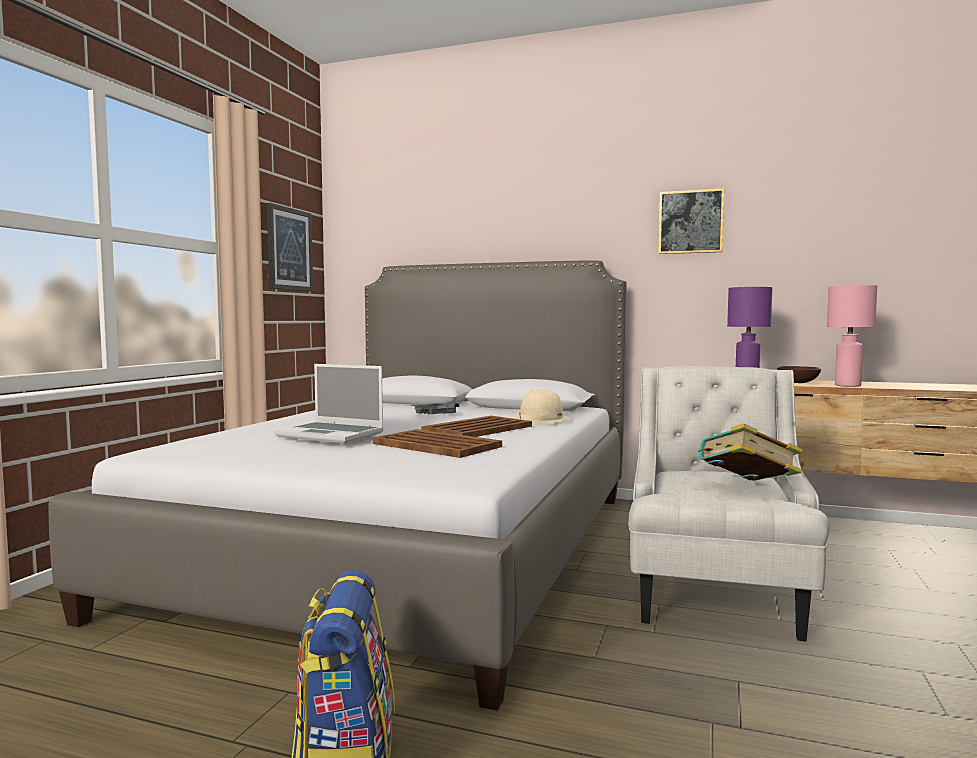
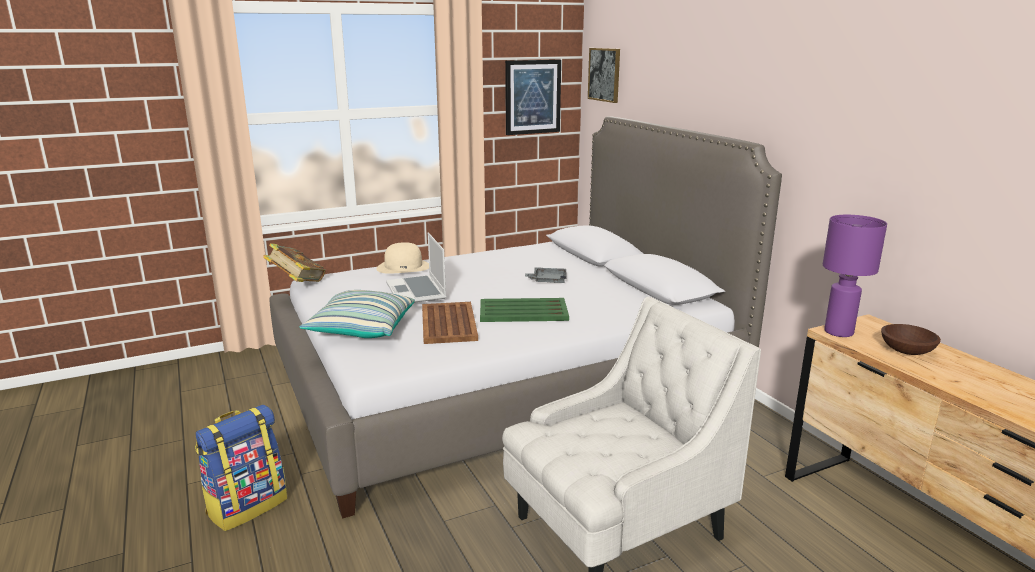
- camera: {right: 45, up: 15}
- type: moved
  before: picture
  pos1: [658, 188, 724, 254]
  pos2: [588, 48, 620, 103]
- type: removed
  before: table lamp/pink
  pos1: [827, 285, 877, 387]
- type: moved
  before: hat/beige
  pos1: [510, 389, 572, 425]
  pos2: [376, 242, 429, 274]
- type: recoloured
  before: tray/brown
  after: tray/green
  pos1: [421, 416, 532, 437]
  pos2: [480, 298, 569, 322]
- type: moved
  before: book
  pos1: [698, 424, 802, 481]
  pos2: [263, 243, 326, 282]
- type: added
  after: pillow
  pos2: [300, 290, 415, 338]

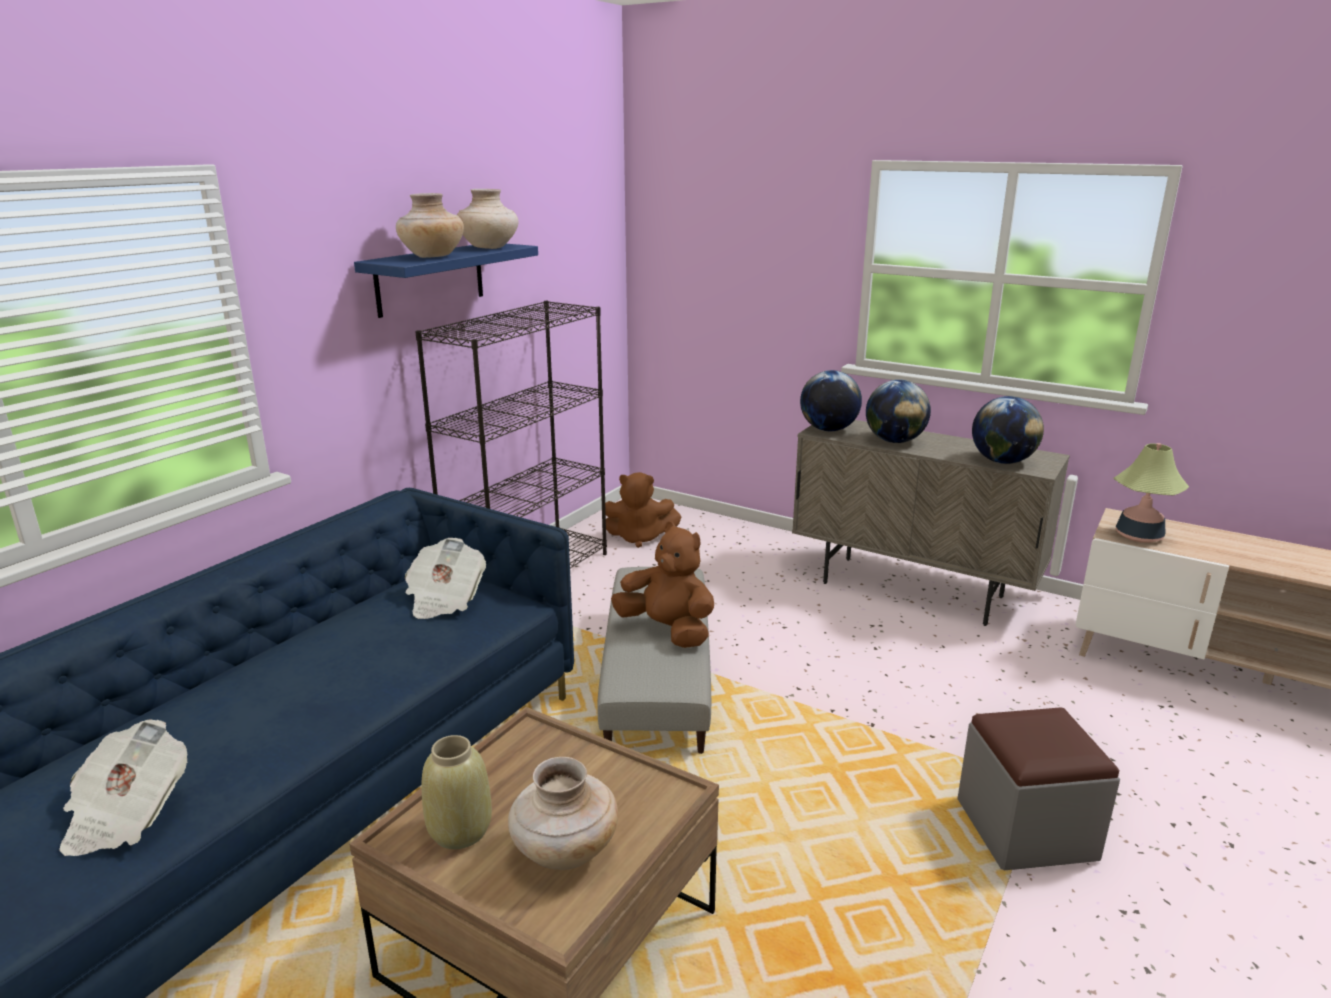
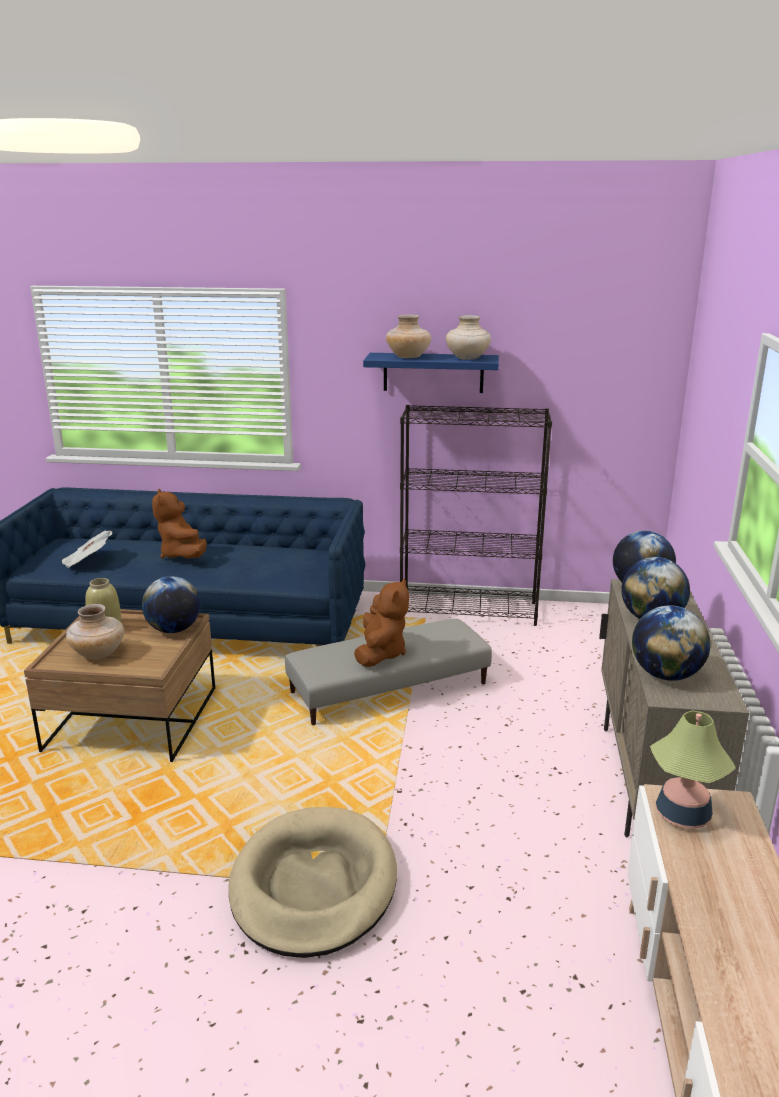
- camera: {right: 65, up: 0}
- type: moved
  before: plush toy/brown
  pos1: [601, 472, 681, 548]
  pos2: [152, 489, 207, 559]
- type: removed
  before: newspaper
  pos1: [405, 538, 486, 619]
- type: replaced
  before: ottoman/grey
  after: dog bed/beige
  pos1: [957, 707, 1120, 870]
  pos2: [229, 807, 397, 958]
- type: added
  after: globe
  pos2: [142, 576, 201, 633]

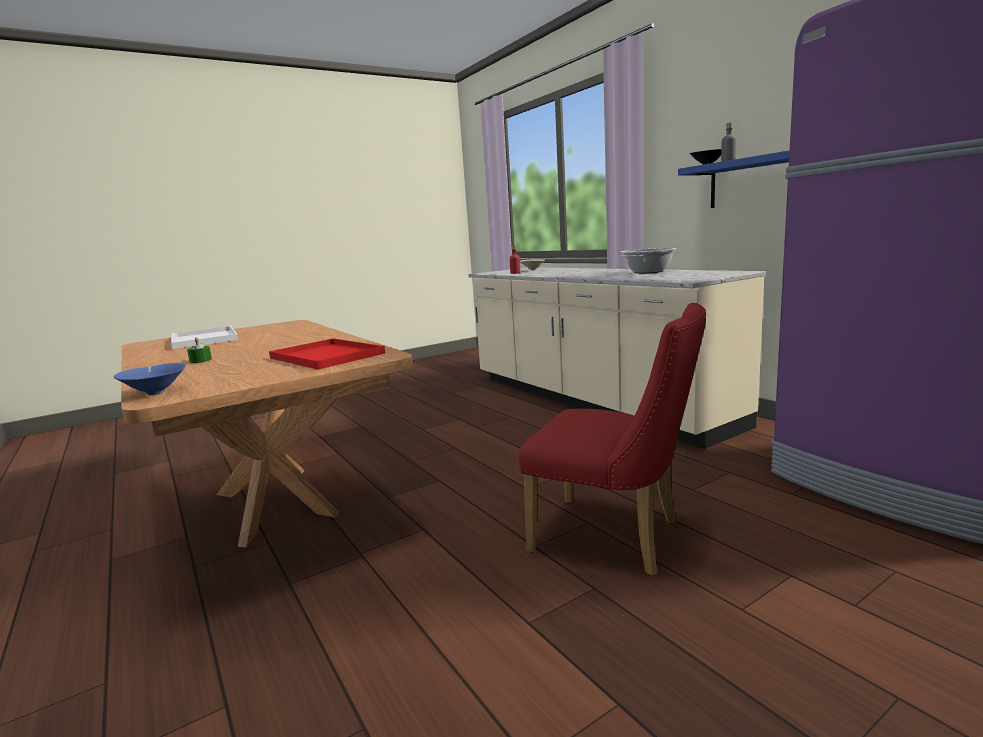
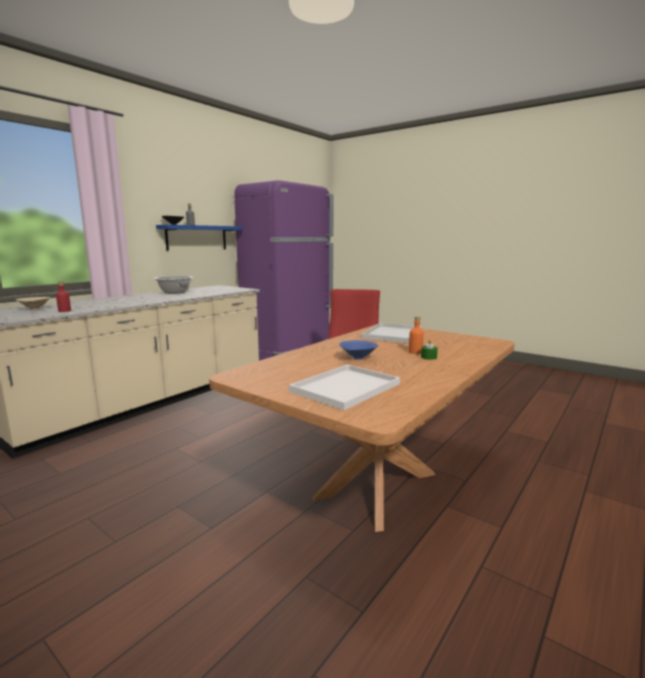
- camera: {right: -110, up: 0}
- type: recoloured
  before: tray/red
  after: tray/white
  pos1: [269, 338, 385, 370]
  pos2: [362, 323, 421, 343]
- type: moved
  before: bowl/blue
  pos1: [114, 363, 186, 395]
  pos2: [339, 340, 378, 360]
- type: added
  after: bottle/orange
  pos2: [409, 316, 424, 354]

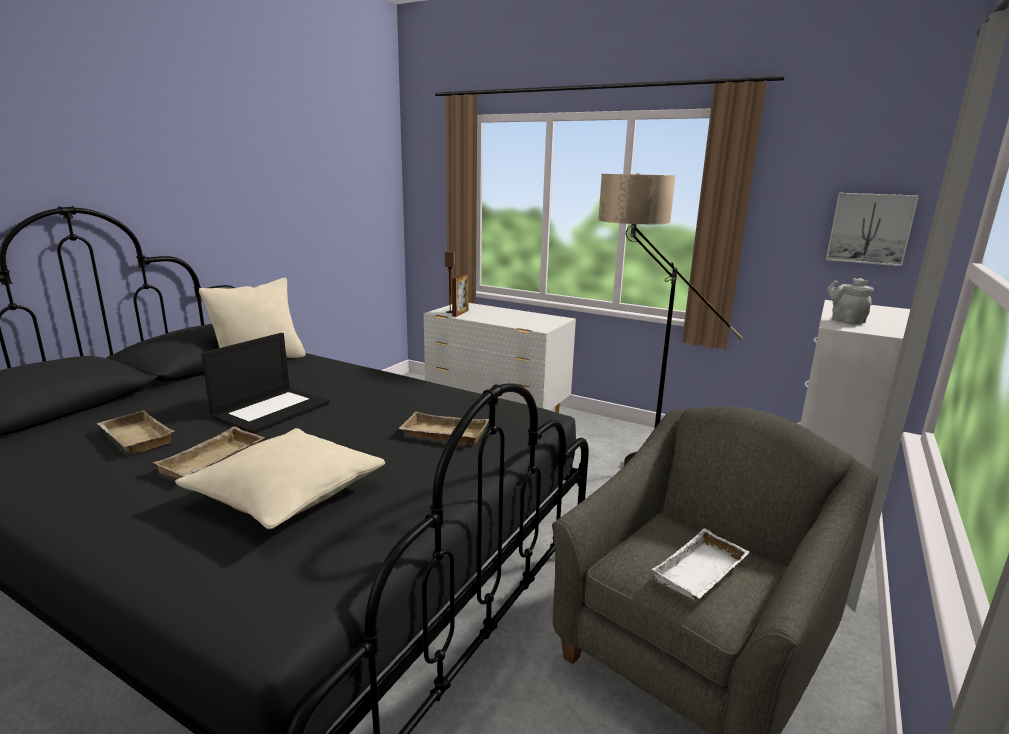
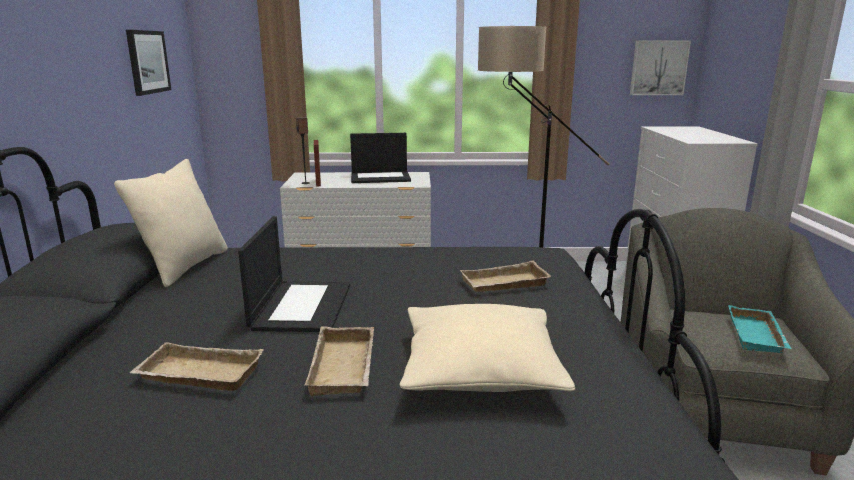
- camera: {right: -30, up: 0}
- type: removed
  before: teapot/grey
  pos1: [827, 278, 874, 324]
- type: recoloured
  before: tray/white
  after: tray/turquoise
  pos1: [652, 528, 750, 600]
  pos2: [728, 305, 791, 353]
- type: added
  after: picture
  pos2: [126, 30, 172, 96]
- type: added
  after: laptop
  pos2: [350, 133, 411, 183]

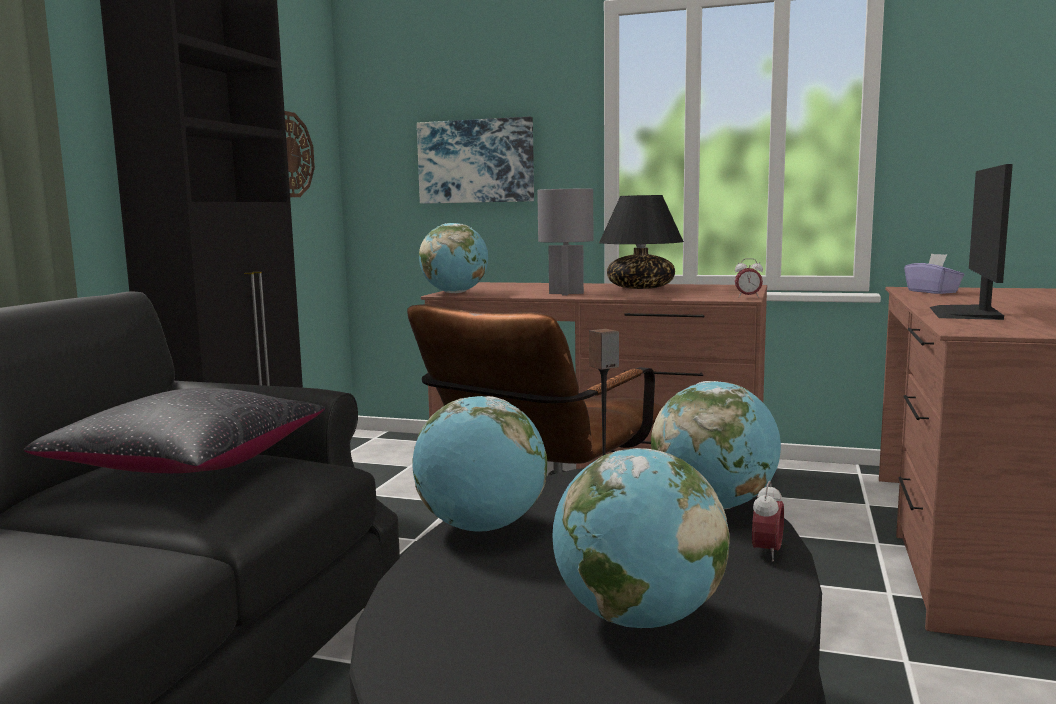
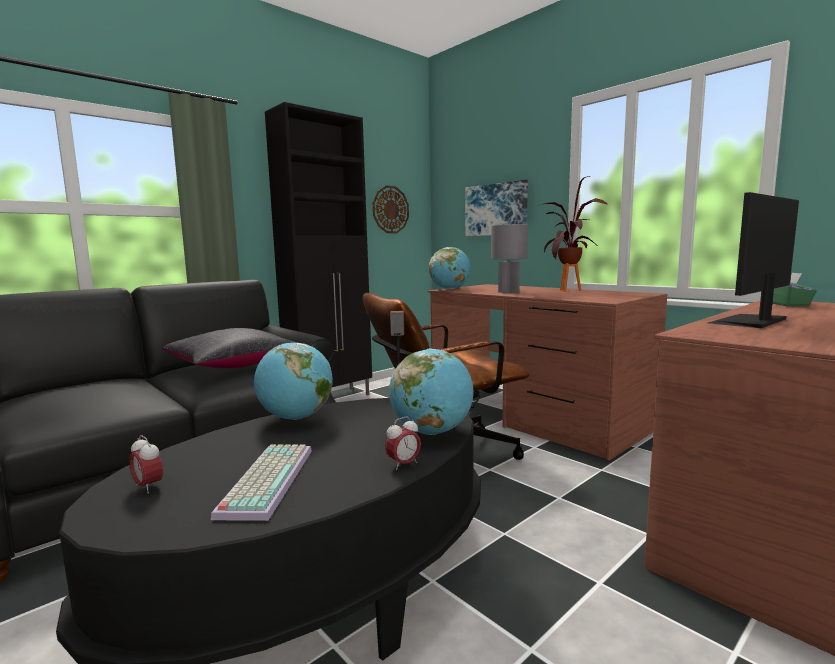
- camera: {right: 30, up: 0}
- type: replaced
  before: table lamp/black
  after: potted plant
  pos1: [599, 195, 684, 289]
  pos2: [539, 176, 608, 292]
- type: recoloured
  before: tissue box/purple
  after: tissue box/green
  pos1: [904, 254, 964, 294]
  pos2: [772, 273, 817, 306]
- type: moved
  before: alarm clock
  pos1: [735, 258, 763, 298]
  pos2: [129, 435, 163, 493]
- type: replaced
  before: globe
  after: keyboard
  pos1: [552, 448, 729, 628]
  pos2: [211, 444, 312, 521]

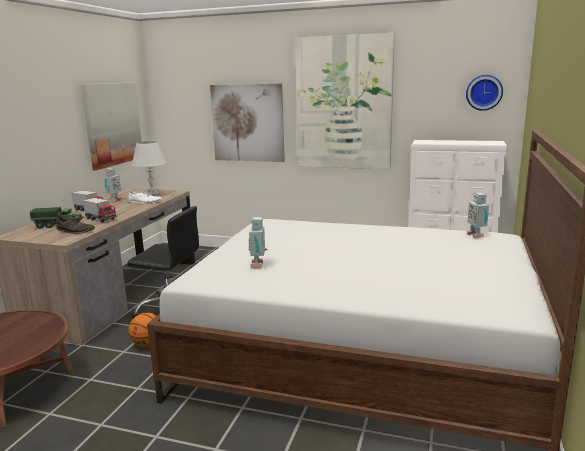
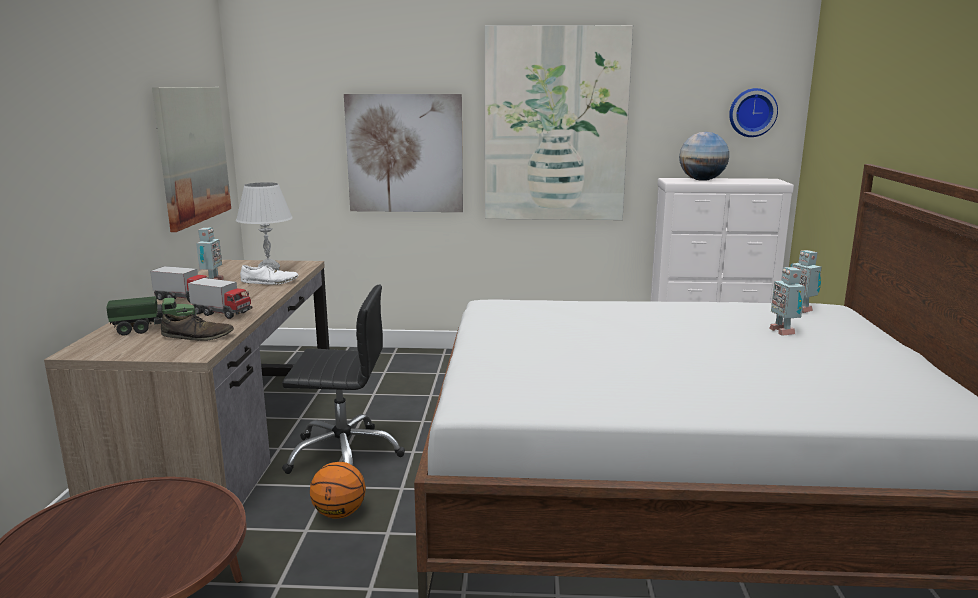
- camera: {right: -15, up: 0}
- type: moved
  before: toy robot
  pos1: [248, 217, 267, 268]
  pos2: [769, 267, 805, 336]
- type: added
  after: globe
  pos2: [679, 132, 729, 181]

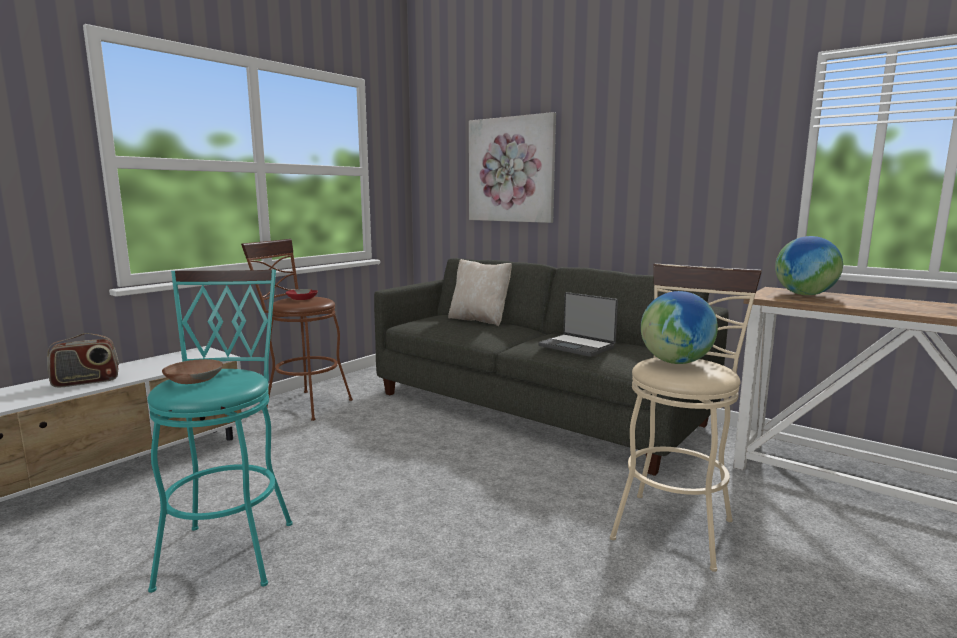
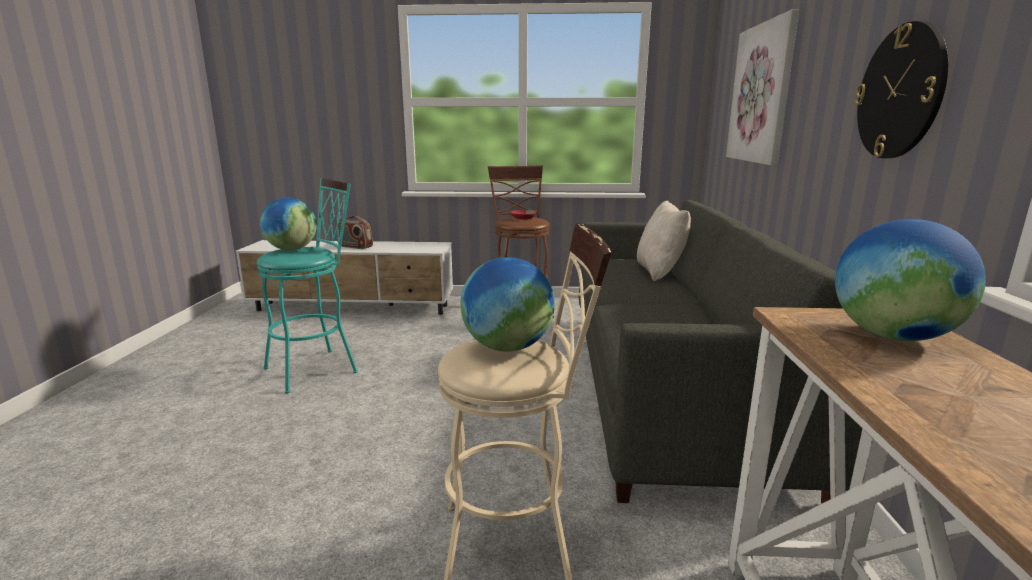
- camera: {right: 55, up: 5}
- type: removed
  before: laptop
  pos1: [538, 292, 618, 357]
- type: replaced
  before: bowl/brown
  after: globe
  pos1: [162, 359, 223, 384]
  pos2: [260, 198, 317, 250]
- type: added
  after: wall clock
  pos2: [855, 21, 948, 158]

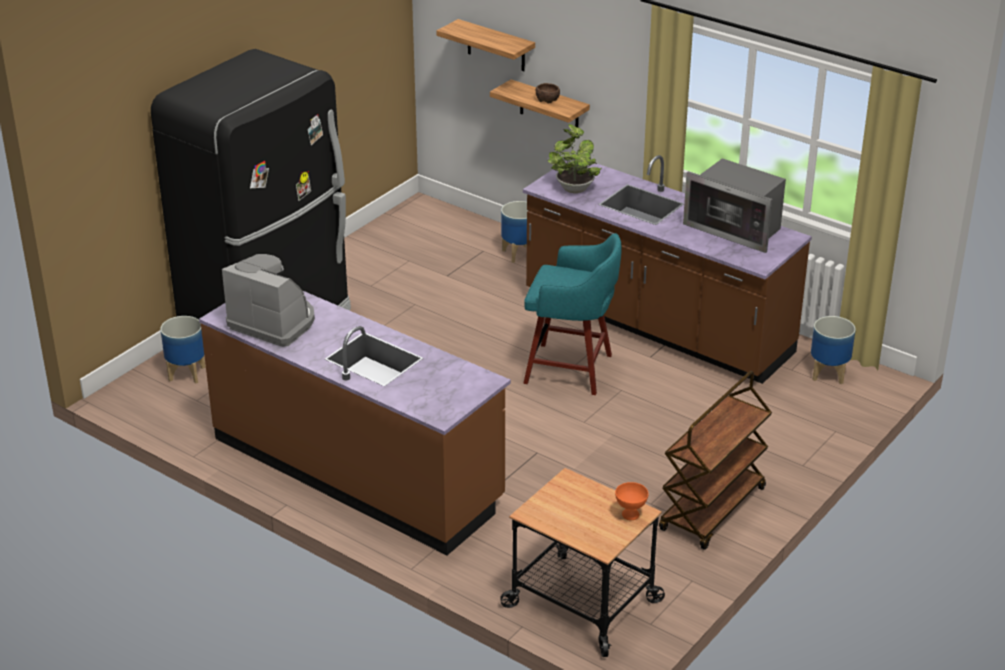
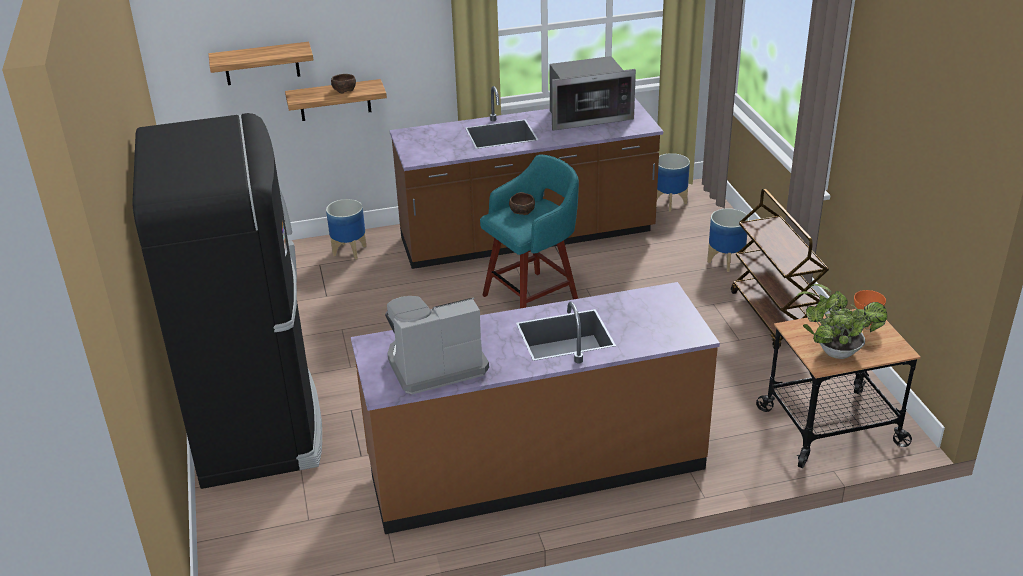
- camera: {right: -50, up: 0}
- type: moved
  before: potted plant
  pos1: [548, 124, 602, 193]
  pos2: [796, 284, 887, 359]
- type: moved
  before: planter
  pos1: [160, 316, 206, 383]
  pos2: [707, 208, 749, 272]
- type: added
  after: bowl/brown
  pos2: [509, 192, 535, 215]

